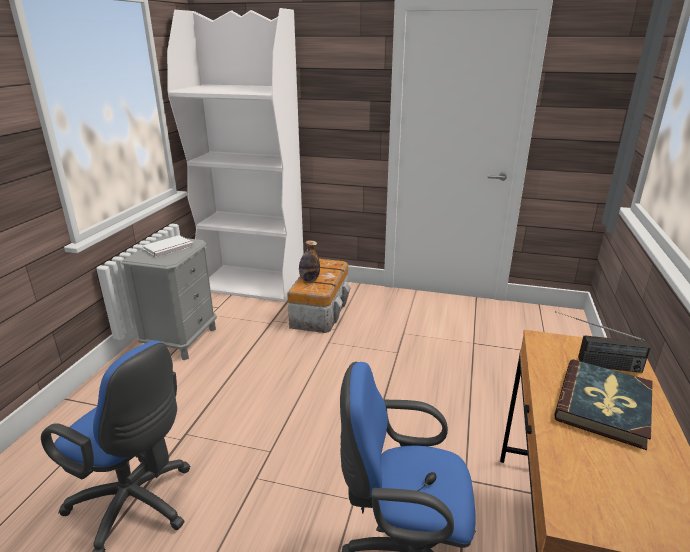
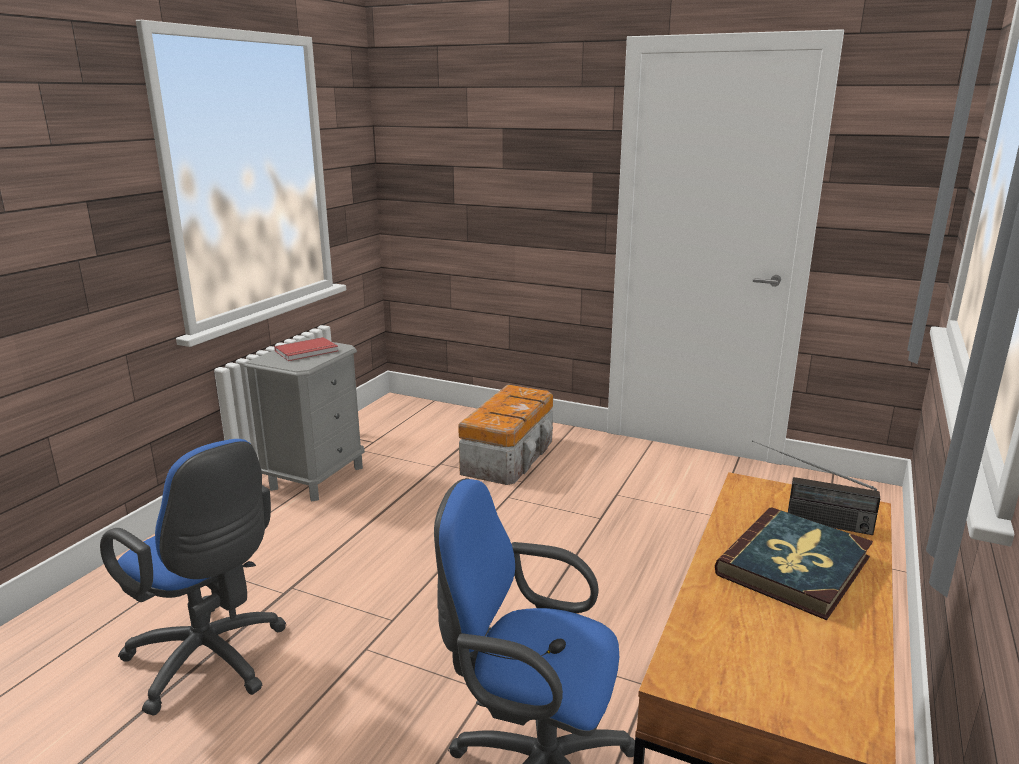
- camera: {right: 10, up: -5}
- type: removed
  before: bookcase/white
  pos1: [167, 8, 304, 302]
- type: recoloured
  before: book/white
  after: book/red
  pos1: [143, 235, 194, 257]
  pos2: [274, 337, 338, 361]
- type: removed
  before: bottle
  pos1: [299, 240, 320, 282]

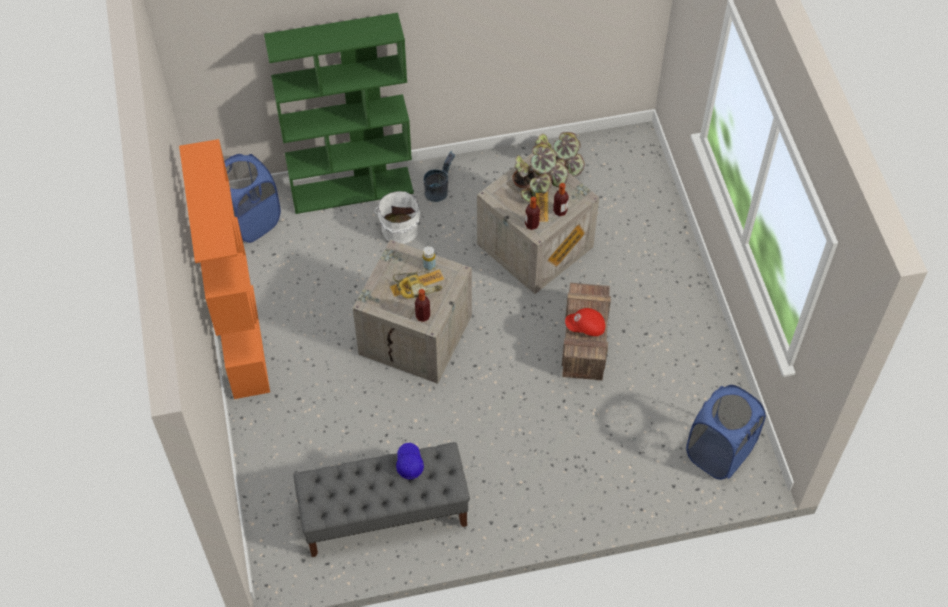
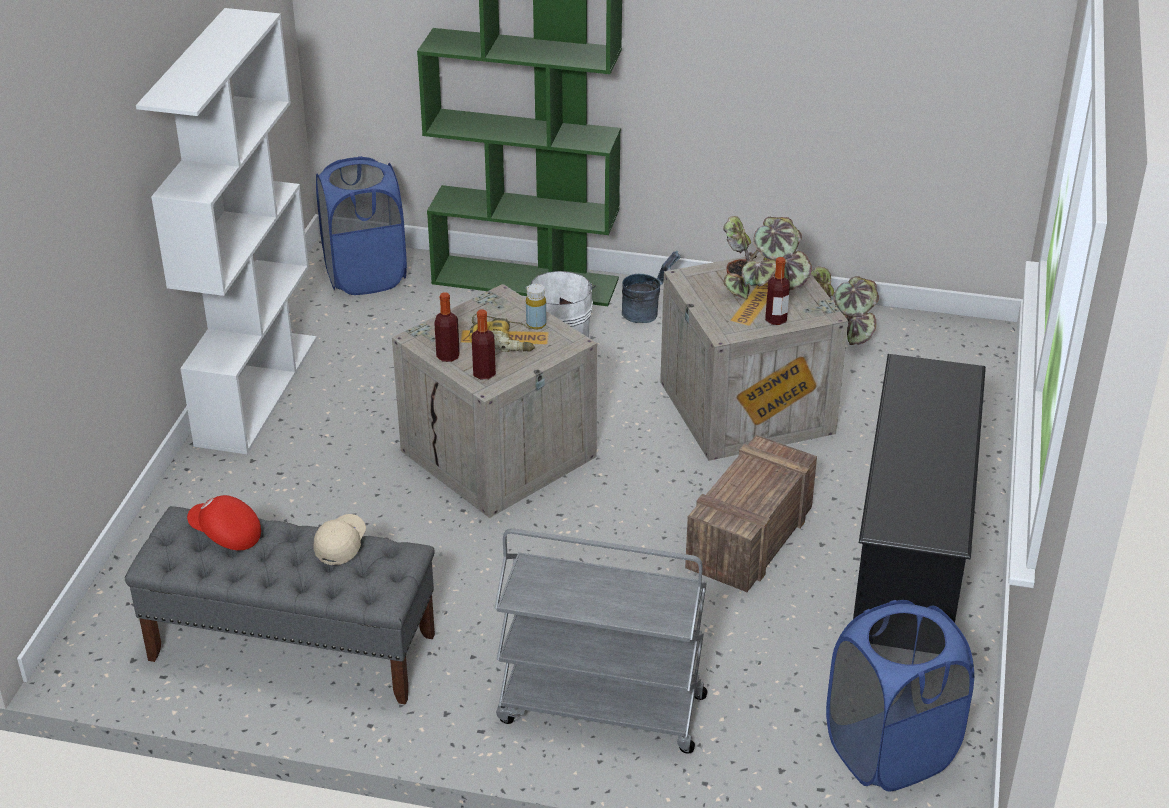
- camera: {right: 25, up: -20}
- type: recoloured
  before: bookcase/orange
  after: bookcase/white
  pos1: [179, 139, 270, 399]
  pos2: [136, 8, 317, 454]
- type: moved
  before: bottle
  pos1: [525, 196, 540, 230]
  pos2: [434, 292, 460, 362]
- type: moved
  before: cap/red
  pos1: [565, 308, 605, 336]
  pos2: [187, 495, 261, 550]
- type: recoloured
  before: cap/blue
  after: cap/beige
  pos1: [396, 443, 424, 479]
  pos2: [313, 514, 366, 565]
- type: added
  after: shoe rack/black
  pos2: [853, 354, 986, 623]
- type: added
  after: cart/grey
  pos2: [494, 528, 707, 754]

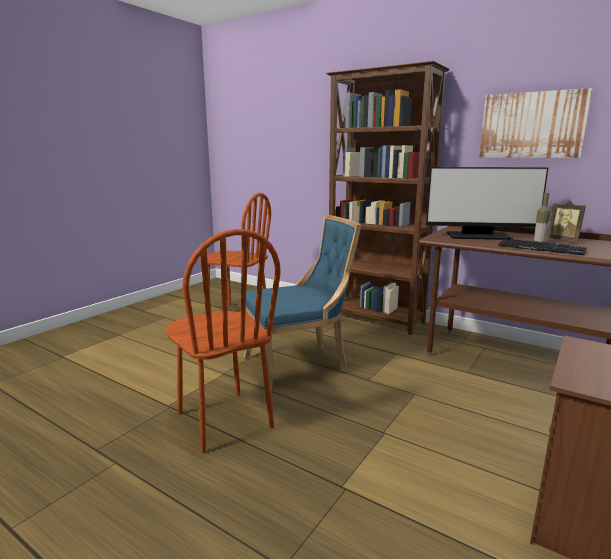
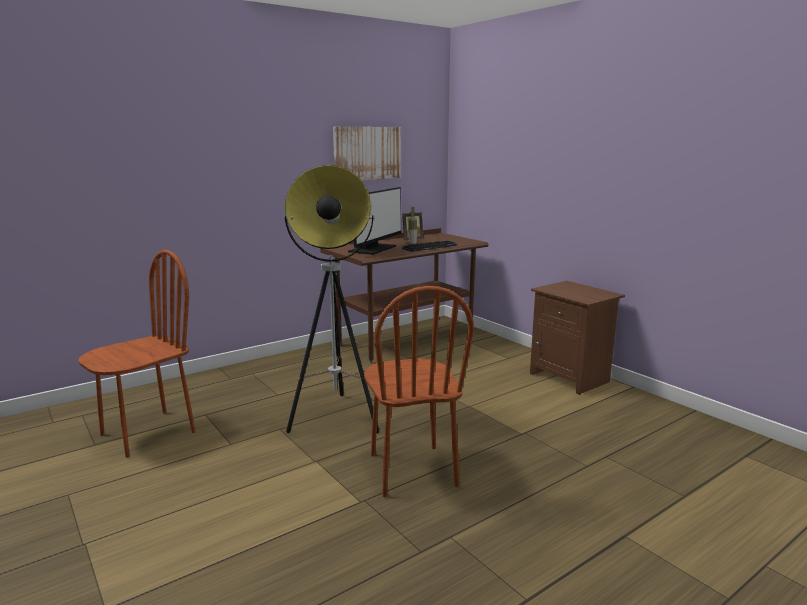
- camera: {right: -70, up: 0}
- type: removed
  before: bookcase/brown
  pos1: [326, 61, 450, 335]
- type: replaced
  before: chair/blue
  after: floor lamp
  pos1: [244, 215, 361, 391]
  pos2: [284, 165, 380, 433]
- type: turned
  before: chair/brown
  pos1: [166, 229, 281, 454]
  pos2: [364, 286, 474, 497]
  turn: 90

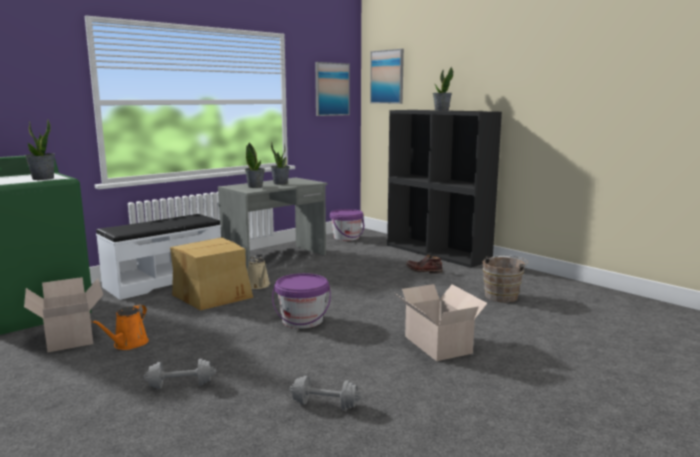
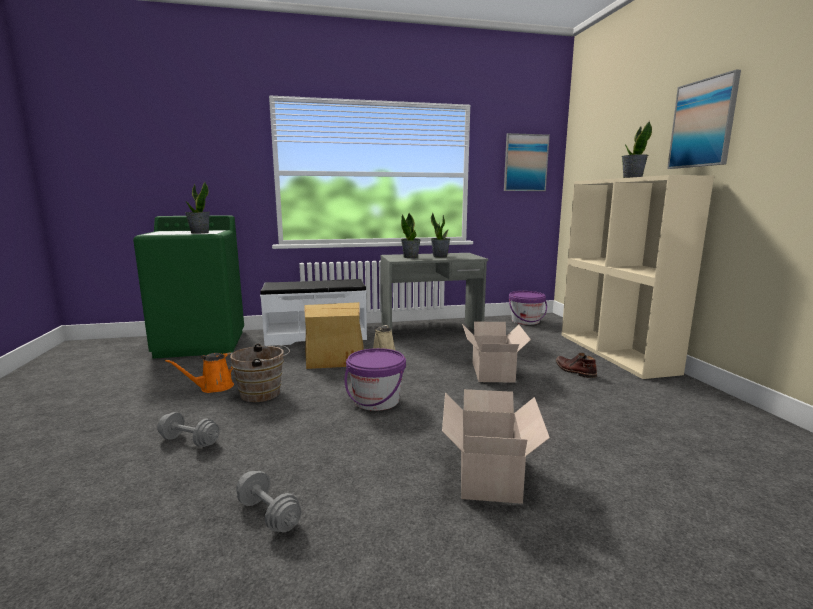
- camera: {right: 30, up: 0}
- type: moved
  before: picture
  pos1: [370, 49, 404, 104]
  pos2: [667, 69, 741, 169]
- type: recoloured
  before: bookcase/black
  after: bookcase/beige
  pos1: [387, 110, 502, 268]
  pos2: [561, 175, 714, 379]
- type: moved
  before: bucket/brown
  pos1: [483, 255, 528, 302]
  pos2: [230, 344, 290, 402]
- type: moved
  before: cardboard box
  pos1: [24, 277, 103, 352]
  pos2: [462, 322, 531, 383]

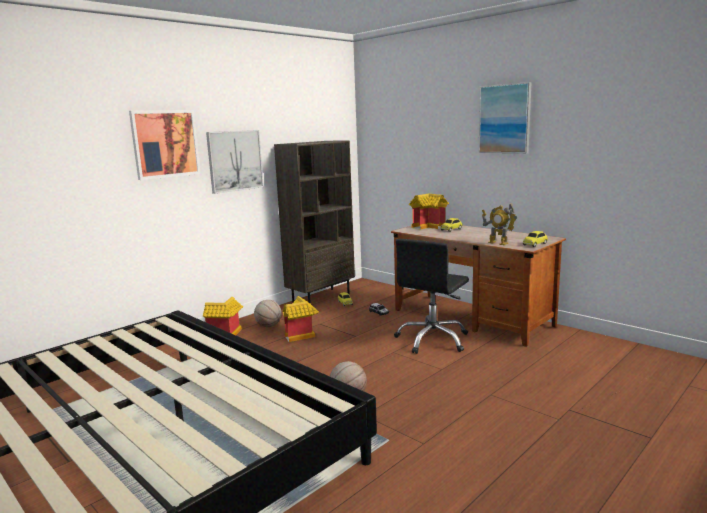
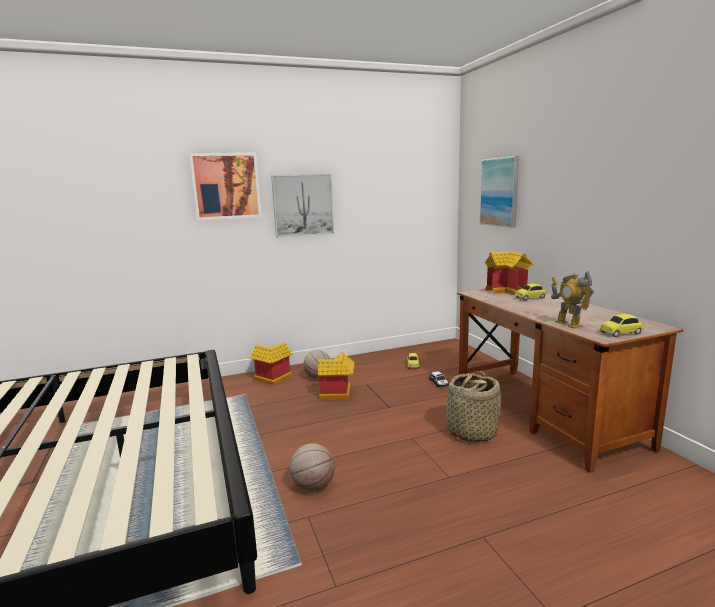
- camera: {right: 25, up: 0}
- type: moved
  before: picture
  pos1: [479, 82, 531, 153]
  pos2: [479, 156, 519, 228]
- type: removed
  before: bookcase/brown
  pos1: [274, 140, 355, 304]
- type: replaced
  before: office chair/black
  after: basket
  pos1: [394, 239, 469, 354]
  pos2: [446, 371, 501, 442]

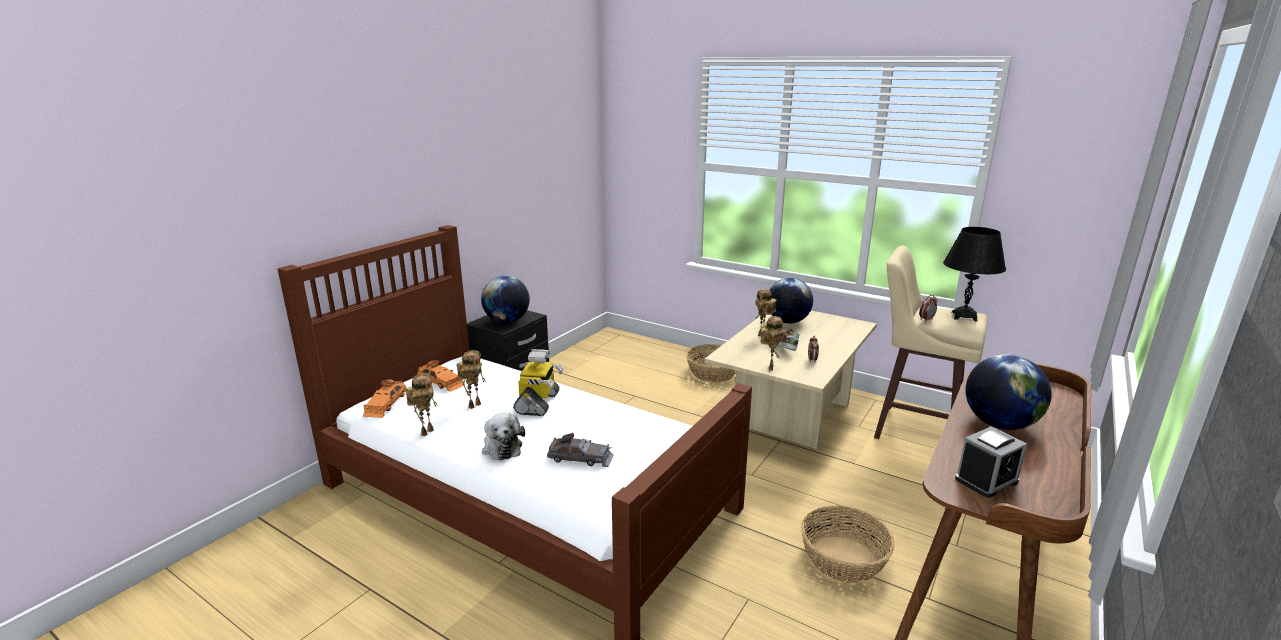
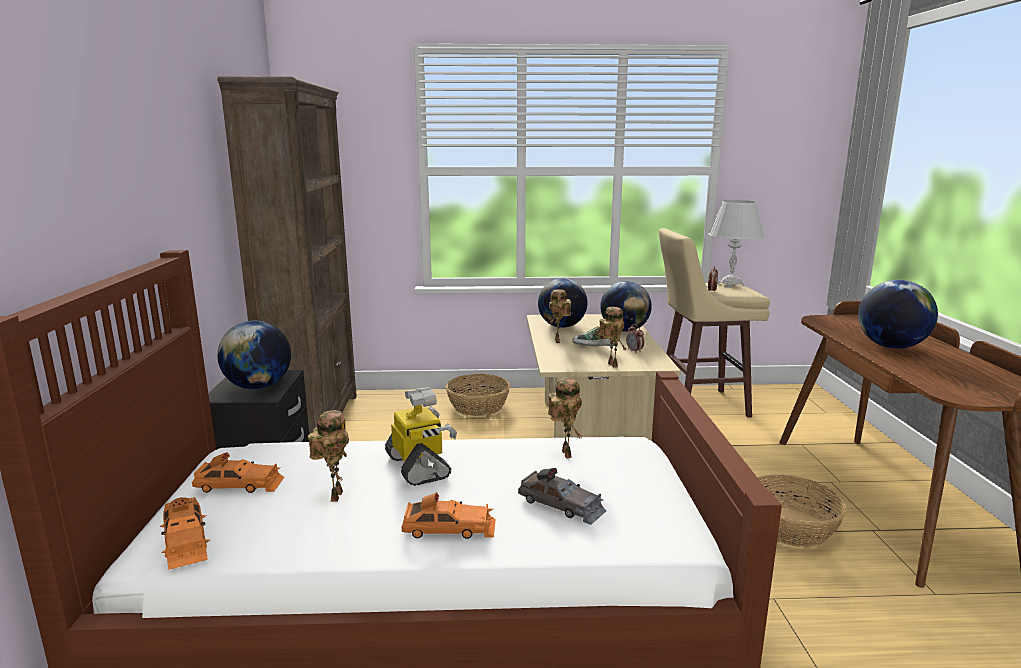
- camera: {right: -35, up: -5}
- type: recoloured
  before: table lamp/black
  after: table lamp/white
  pos1: [943, 227, 1006, 321]
  pos2: [708, 200, 764, 288]
- type: moved
  before: toy robot
  pos1: [405, 373, 437, 437]
  pos2: [548, 378, 582, 458]
- type: replaced
  before: plush toy
  after: toy car/orange
  pos1: [482, 413, 525, 461]
  pos2: [402, 492, 496, 539]
- type: removed
  before: alarm clock
  pos1: [955, 426, 1027, 498]
- type: turned
  before: toy car/grey
  pos1: [547, 433, 614, 467]
  pos2: [518, 468, 606, 525]
  turn: 60
- type: added
  after: bookcase/brown
  pos2: [217, 77, 357, 434]
- type: added
  after: globe
  pos2: [600, 281, 652, 332]

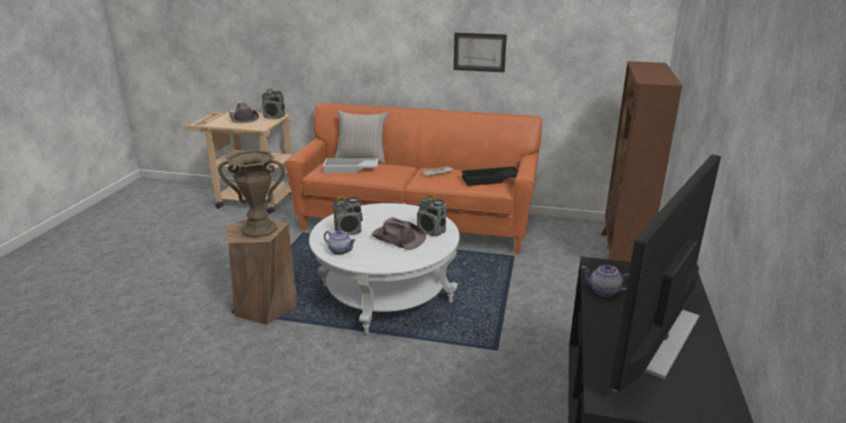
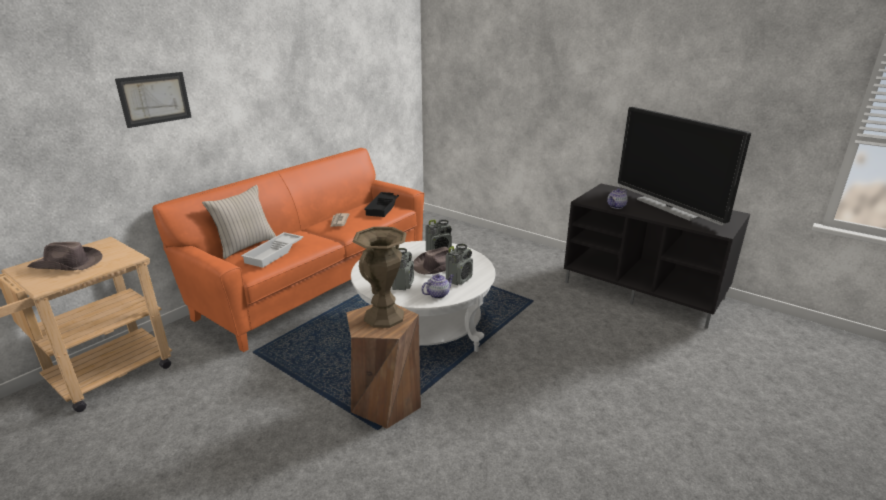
- camera: {right: -65, up: 0}
- type: moved
  before: picture
  pos1: [454, 33, 507, 72]
  pos2: [115, 72, 191, 128]
- type: removed
  before: bookcase/brown
  pos1: [601, 61, 682, 262]
- type: moved
  before: radio
  pos1: [262, 89, 285, 119]
  pos2: [446, 244, 473, 285]

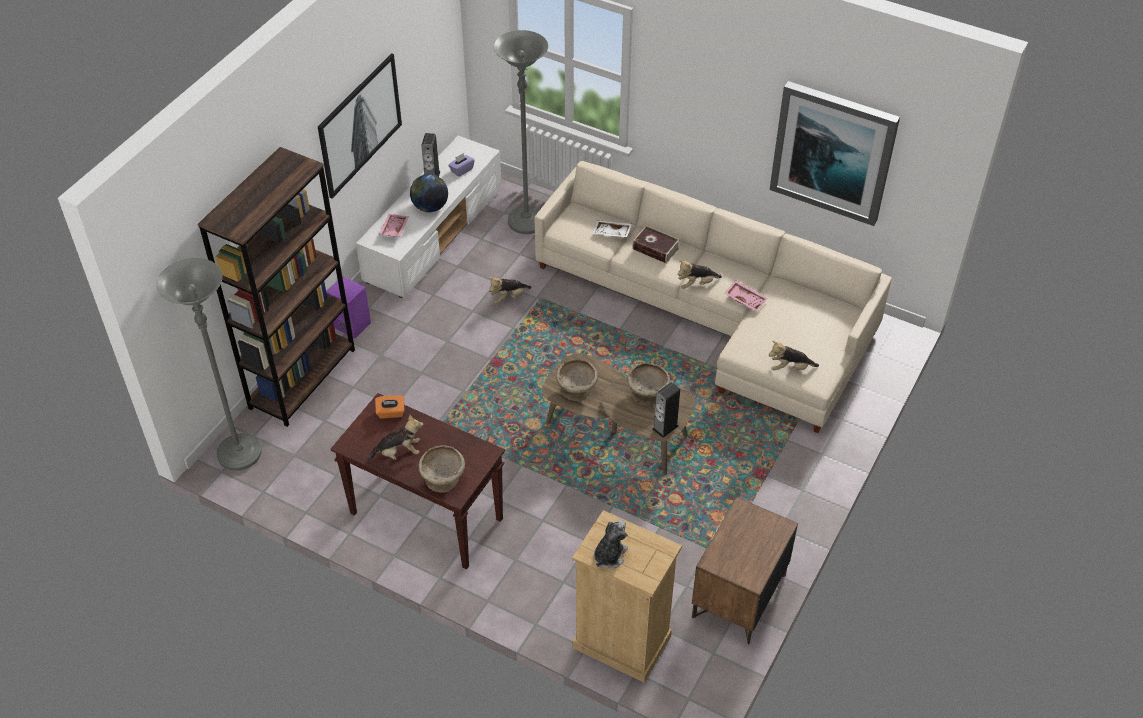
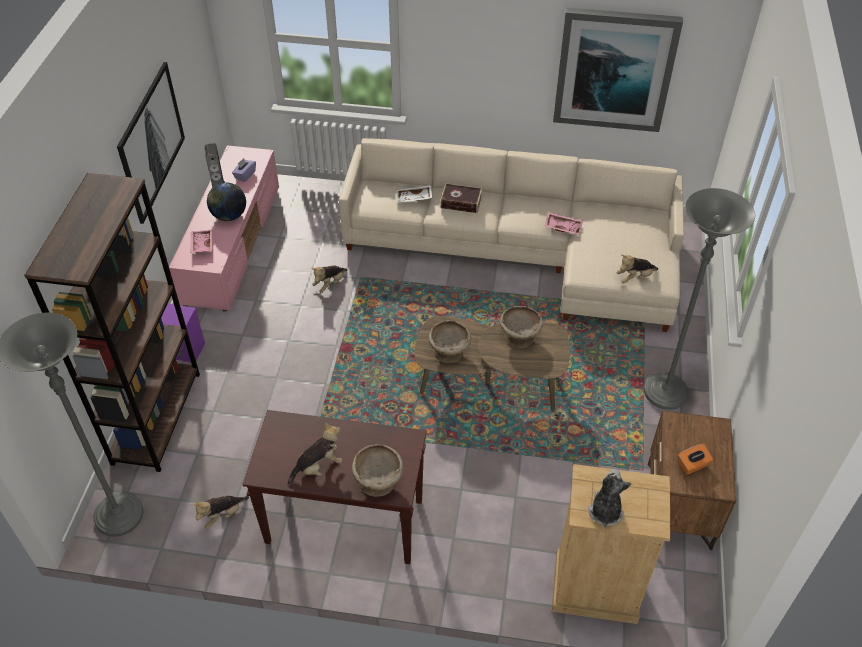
- camera: {right: -20, up: 0}
- type: moved
  before: floor lamp/grey
  pos1: [494, 30, 548, 234]
  pos2: [644, 188, 755, 410]
- type: recoloured
  before: tv stand/white
  after: tv stand/pink
  pos1: [356, 136, 502, 298]
  pos2: [169, 145, 279, 312]
- type: moved
  before: plush toy
  pos1: [678, 260, 722, 289]
  pos2: [192, 495, 249, 529]
- type: removed
  before: speaker
  pos1: [652, 382, 680, 438]
- type: moved
  before: tissue box/orange
  pos1: [375, 395, 404, 418]
  pos2: [678, 444, 713, 475]

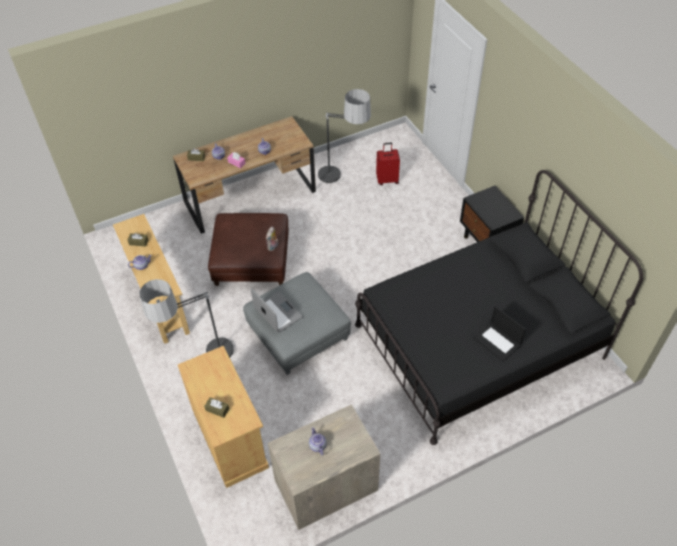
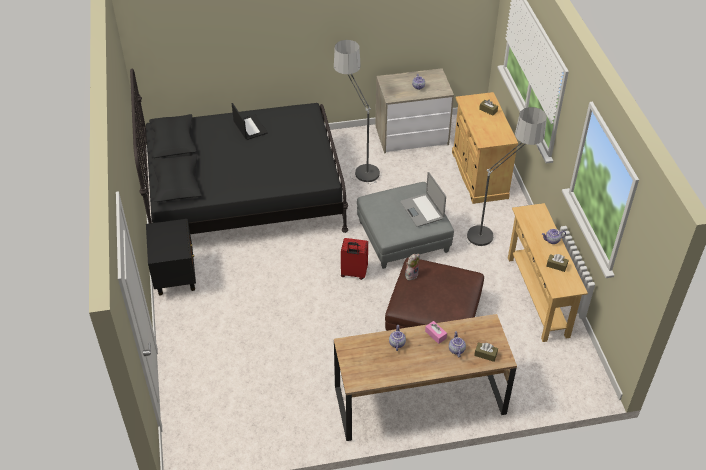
- camera: {right: -165, up: -5}
- type: moved
  before: floor lamp
  pos1: [318, 89, 371, 183]
  pos2: [334, 40, 380, 184]
- type: moved
  before: suitcase/red
  pos1: [376, 143, 400, 185]
  pos2: [341, 238, 368, 280]

